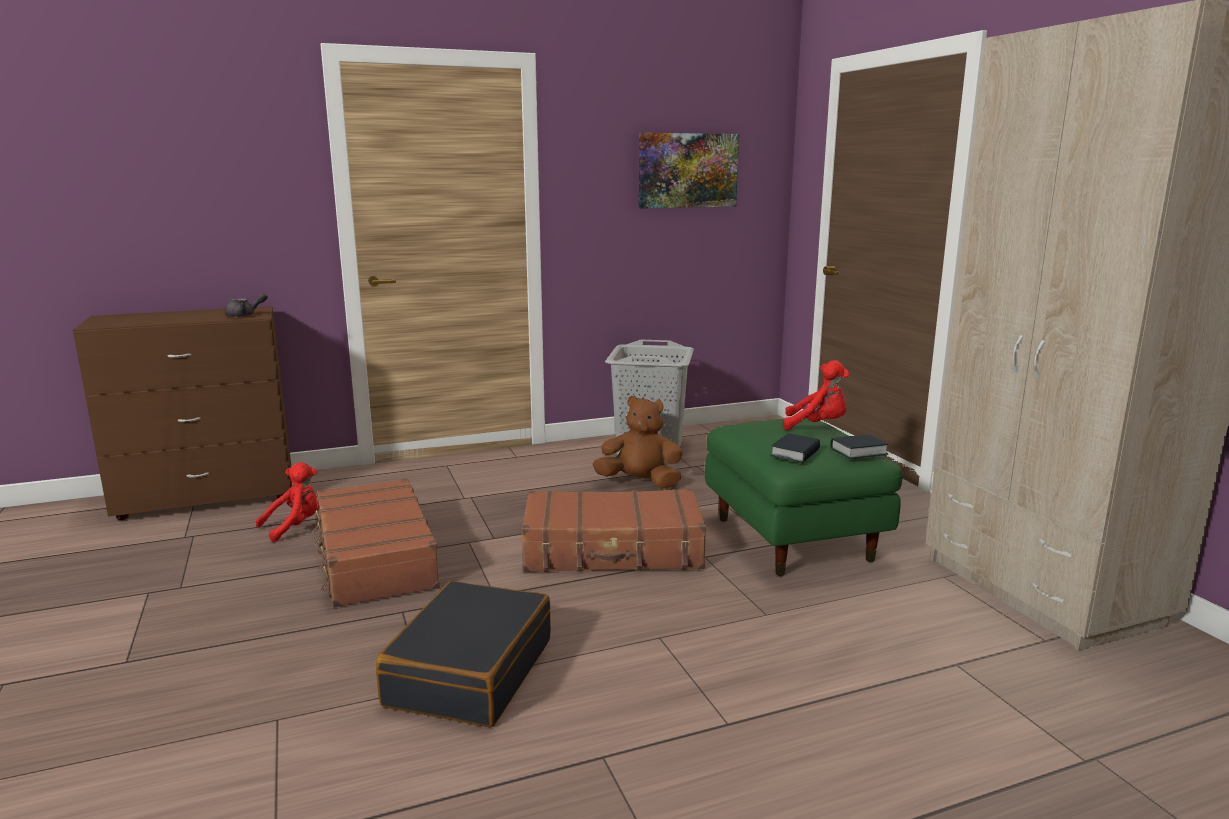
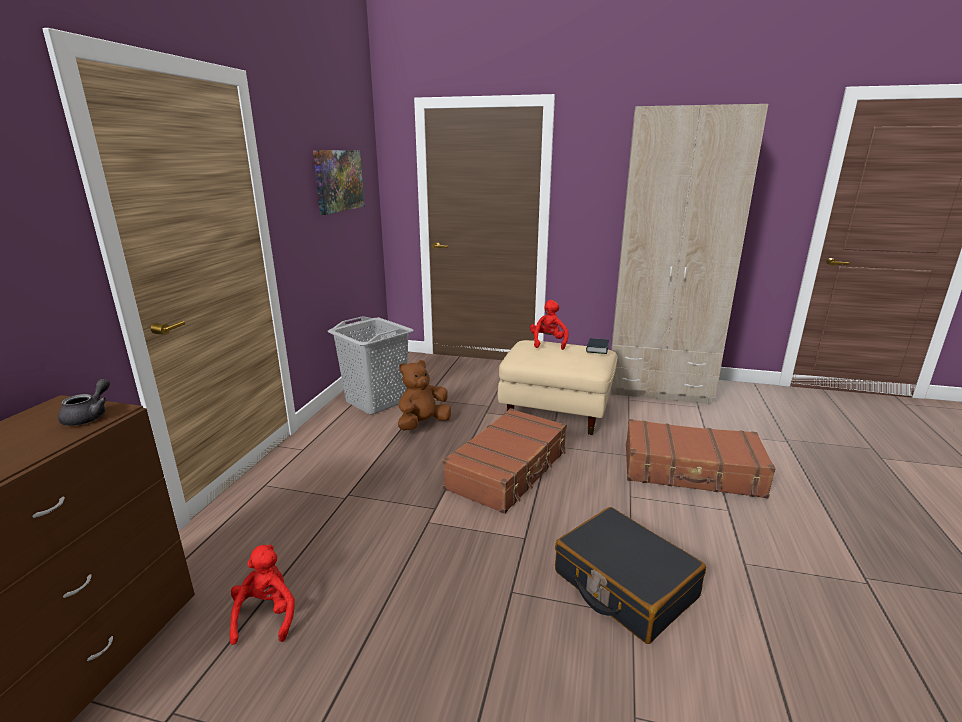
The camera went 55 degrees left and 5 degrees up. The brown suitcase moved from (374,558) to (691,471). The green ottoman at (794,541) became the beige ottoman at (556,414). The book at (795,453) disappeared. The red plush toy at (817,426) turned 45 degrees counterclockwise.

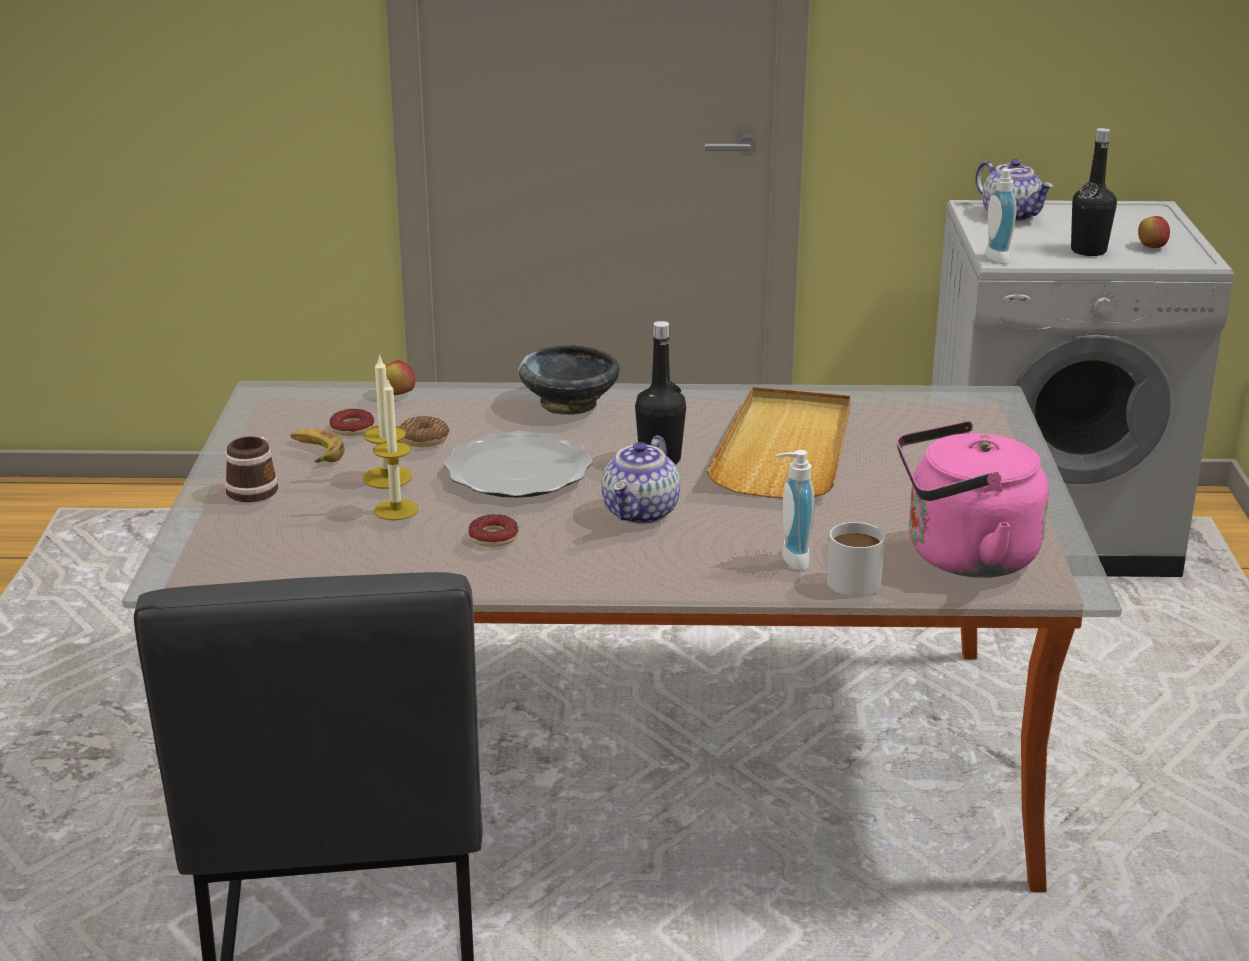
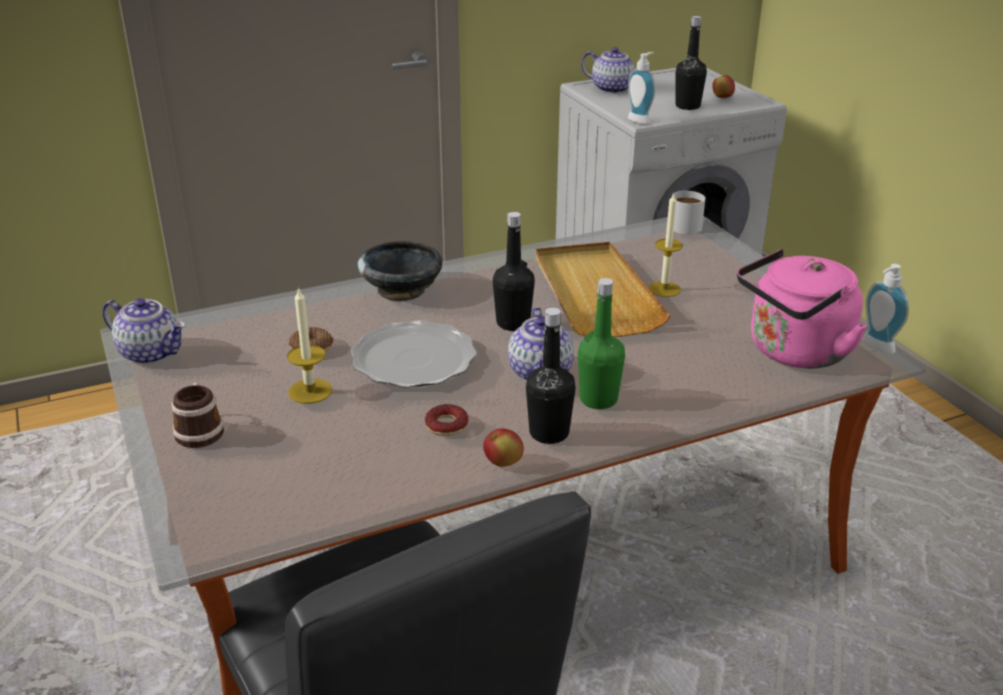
The camera went 25 degrees left and 5 degrees up. The banana at (316,452) disappeared. The donut at (352,428) disappeared. The candle moved from (396,510) to (664,289). The apple moved from (398,394) to (503,463). The soap dispenser moved from (790,560) to (875,347). The white mug moved from (860,577) to (686,224). The teapot at (151,353) appeared. The black bottle at (549,433) appeared. The green bottle at (598,399) appeared.

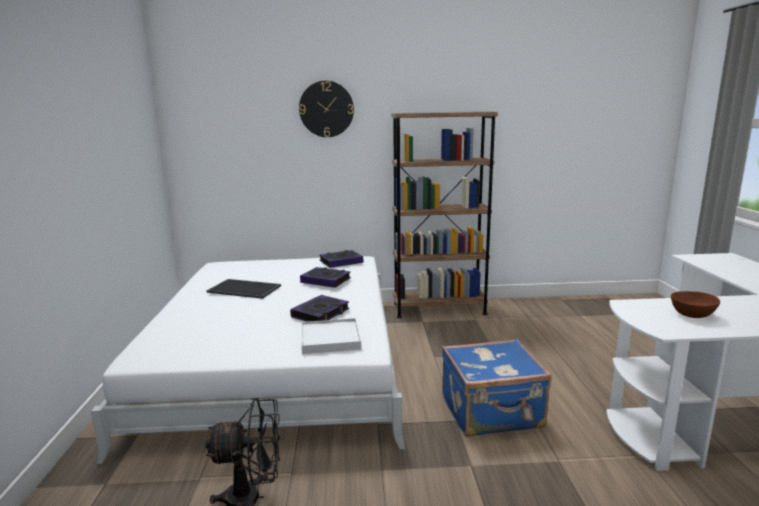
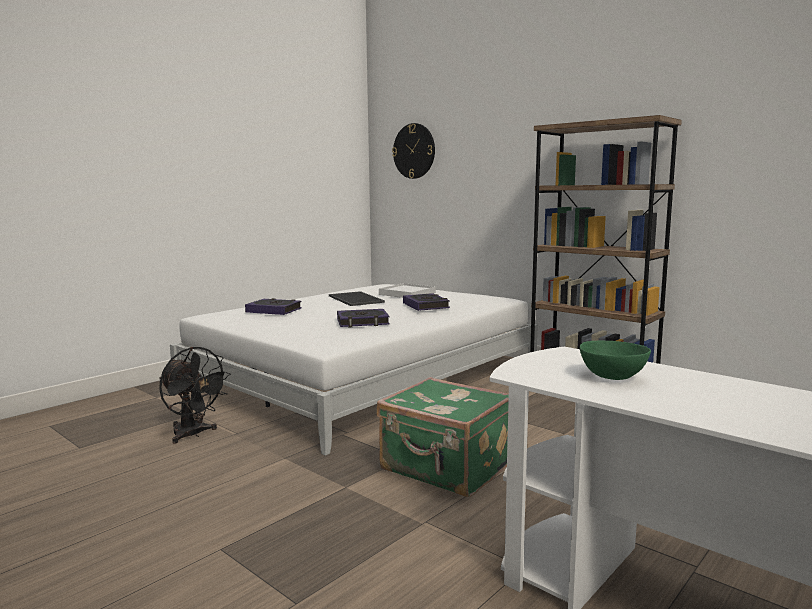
The camera went 45 degrees right and 5 degrees down. The wall clock moved from (326,109) to (414,151). The white tray moved from (330,339) to (407,293). The book moved from (341,262) to (274,310). The blue suitcase at (492,413) became the green suitcase at (446,468). The brown bowl at (693,315) became the green bowl at (613,377).

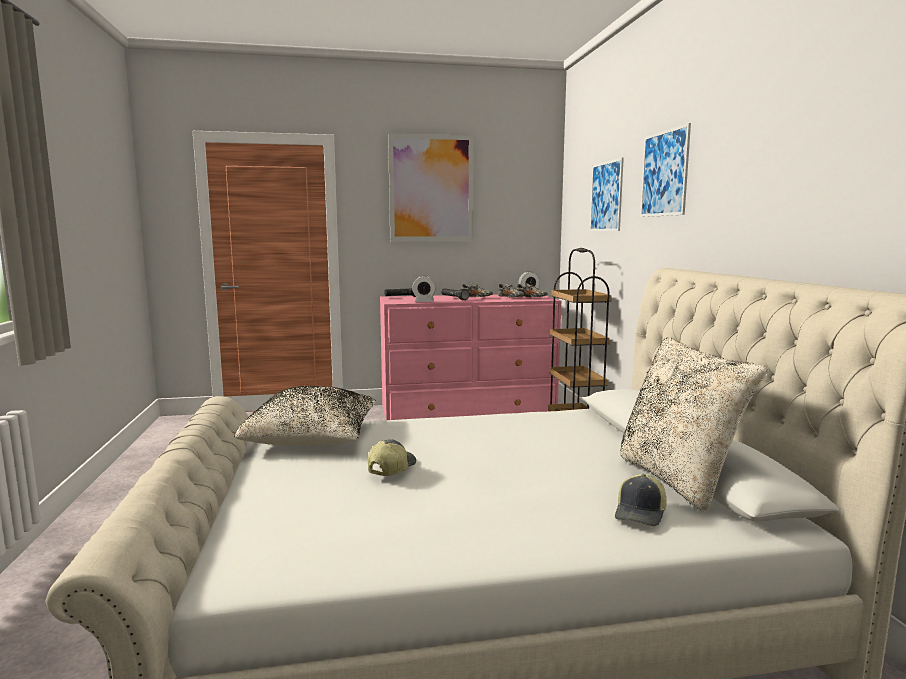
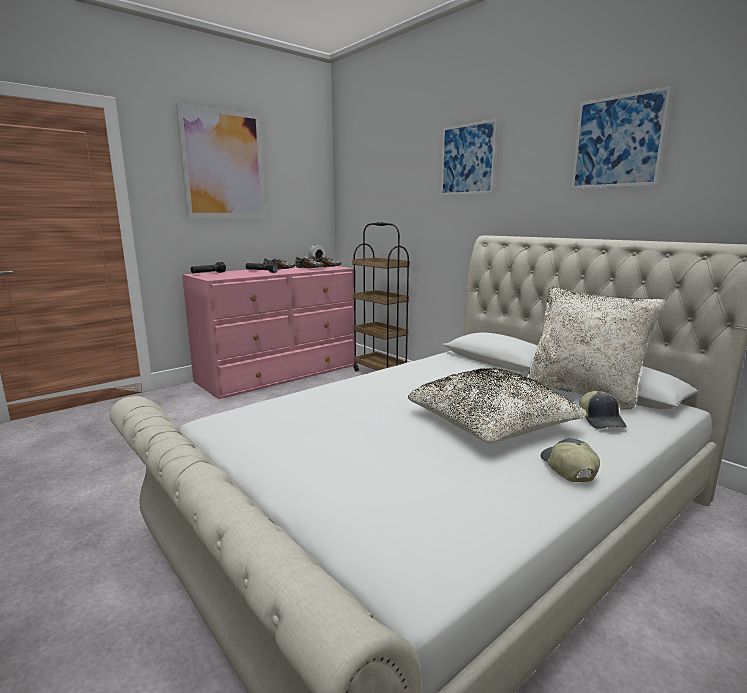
The camera went 30 degrees left and 5 degrees up. The beige pillow moved from (310,436) to (491,423). The cap moved from (391,467) to (567,469). The alarm clock at (424,302) disappeared. The picture moved from (606,196) to (617,142).

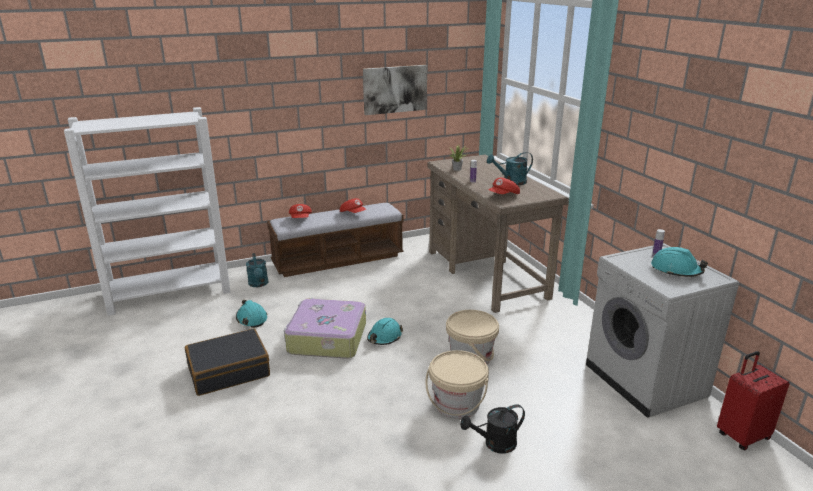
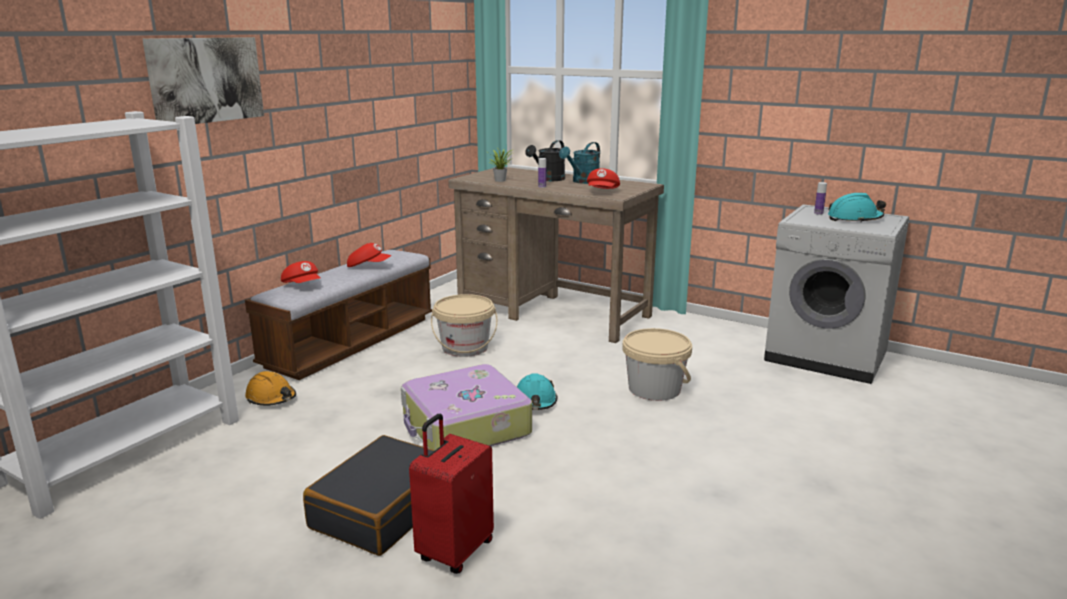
The camera went 35 degrees left and 5 degrees down. The turquoise hard hat at (251,319) disappeared. The turquoise watering can at (259,284) was replaced by the orange hard hat at (271,398). The picture moved from (395,89) to (205,80). The beige bucket moved from (457,404) to (465,348). The black watering can moved from (495,444) to (548,179). The red suitcase moved from (742,436) to (454,551).

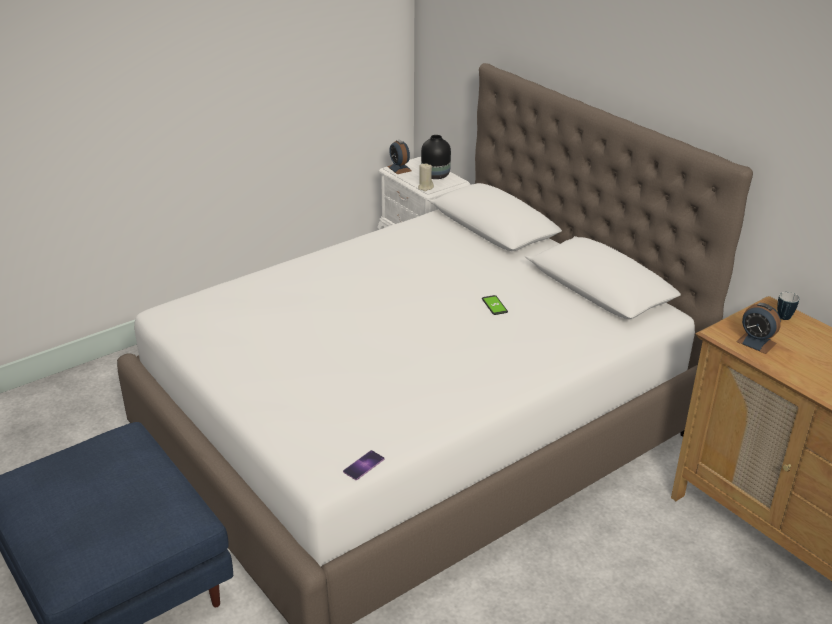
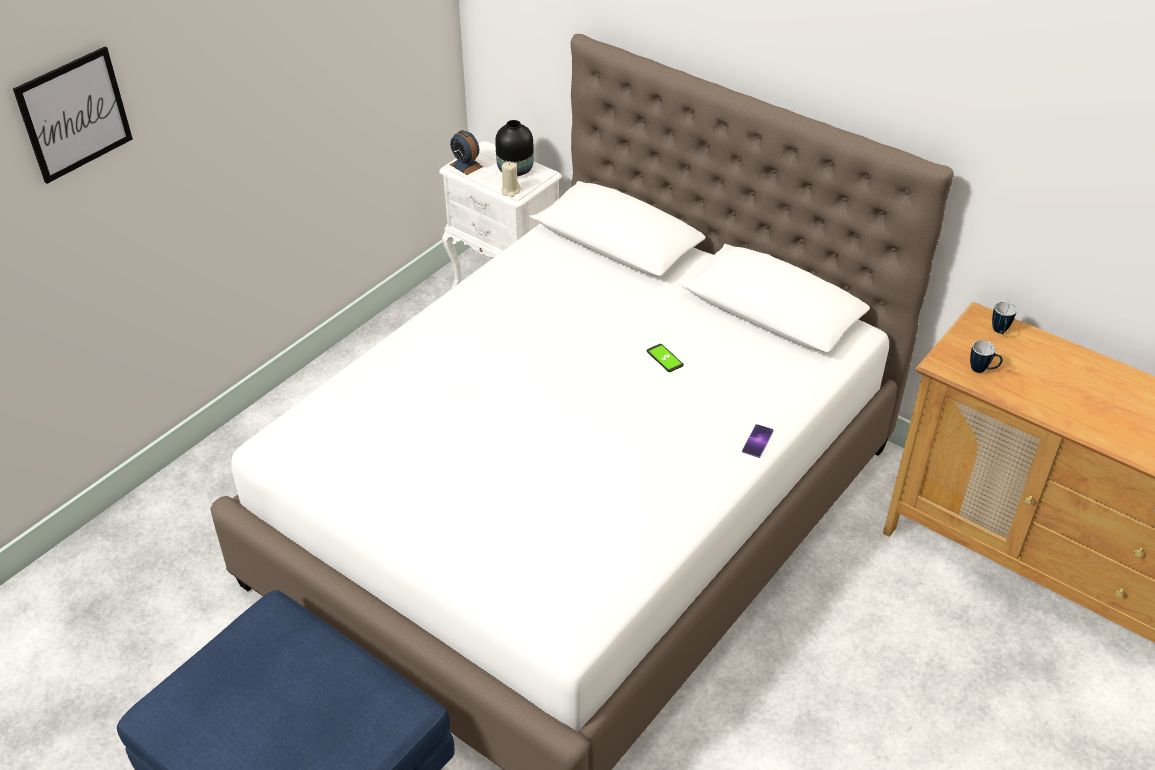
The camera went 15 degrees left and 10 degrees up. The phone moved from (363,465) to (757,441). The alarm clock at (756,342) was replaced by the mug at (982,370). The picture at (74,114) appeared.

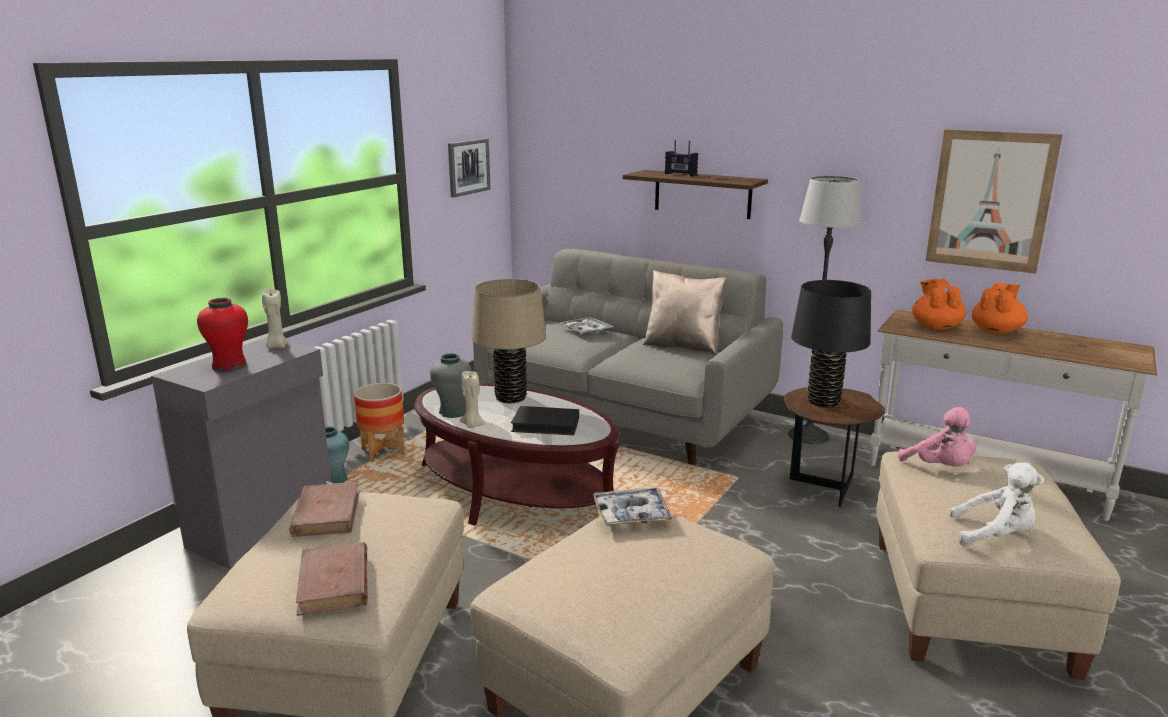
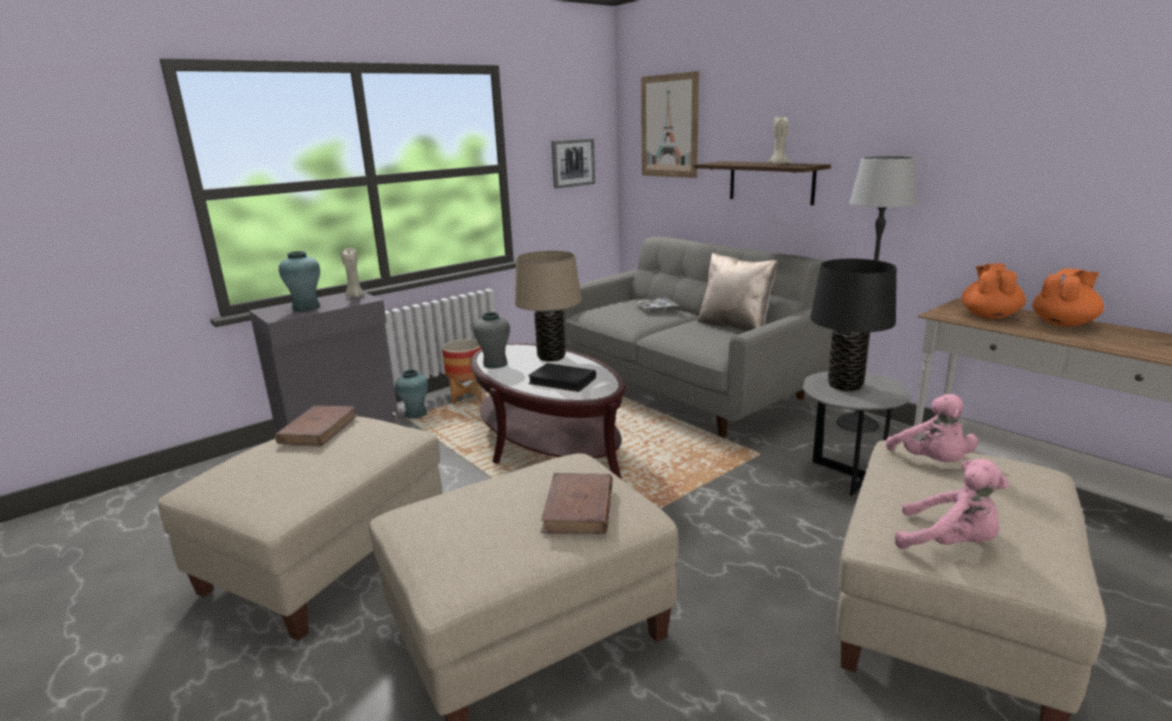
The camera went 20 degrees right and 0 degrees up. The red vase at (229,366) became the turquoise vase at (306,307). The brown book moved from (334,583) to (579,508). The beige candle moved from (472,425) to (778,164). The tray at (631,514) disappeared. The radio at (680,174) disappeared. The brown side table at (824,487) became the grey side table at (845,474). The picture moved from (990,200) to (669,126). The white plush toy at (994,535) became the pink plush toy at (949,543).

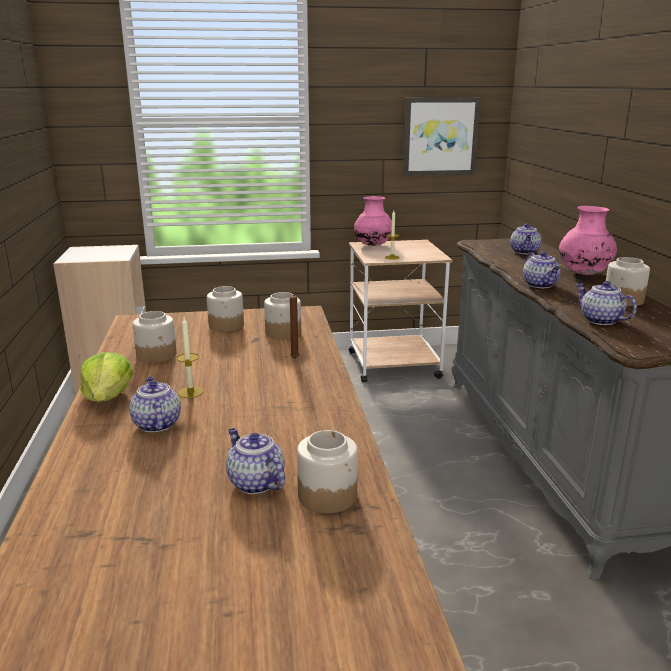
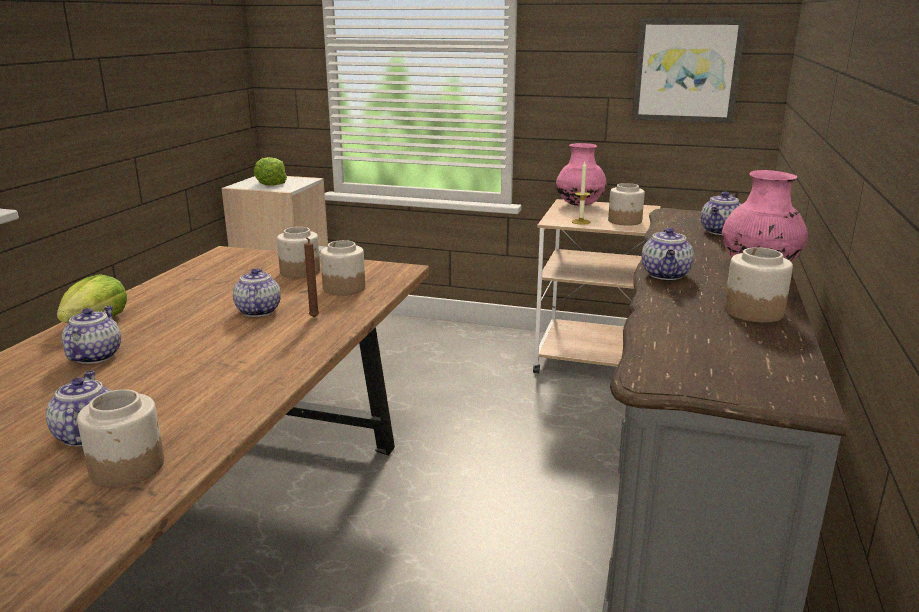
The camera went 25 degrees right and 0 degrees up. The jar moved from (157,355) to (625,221). The candle at (190,392) disappeared. The teapot moved from (600,320) to (258,311). The lettuce at (270,183) appeared.

